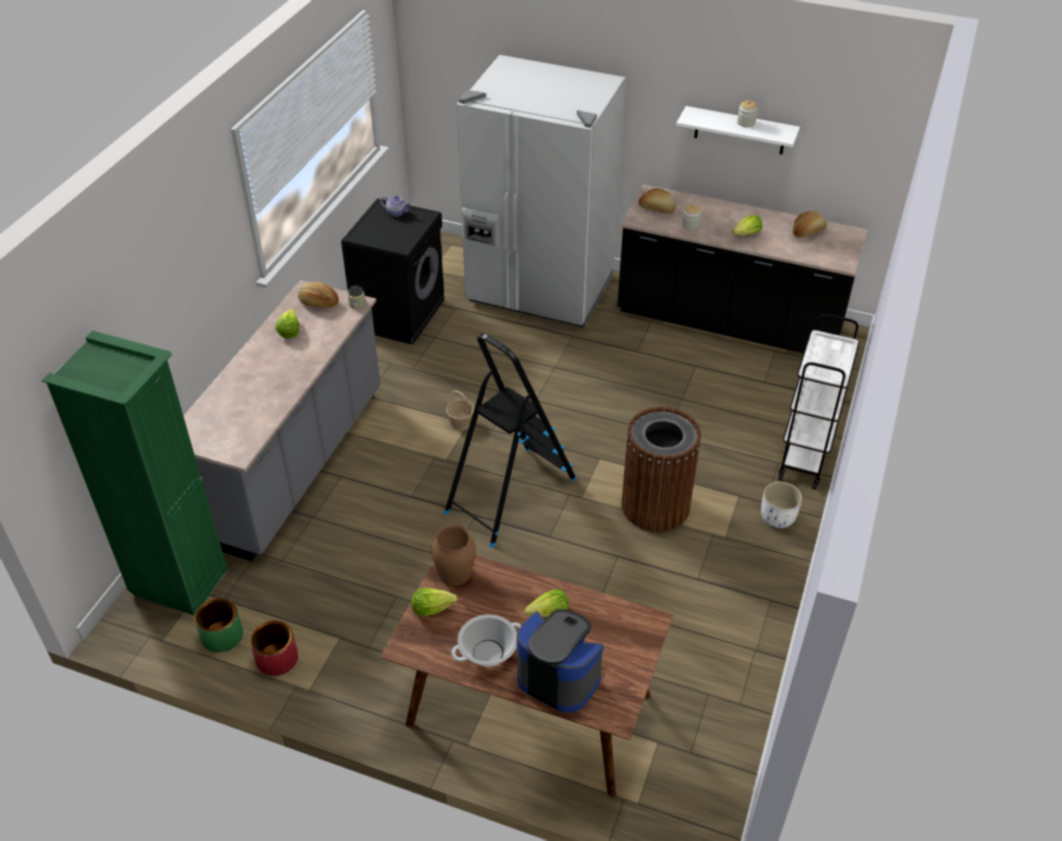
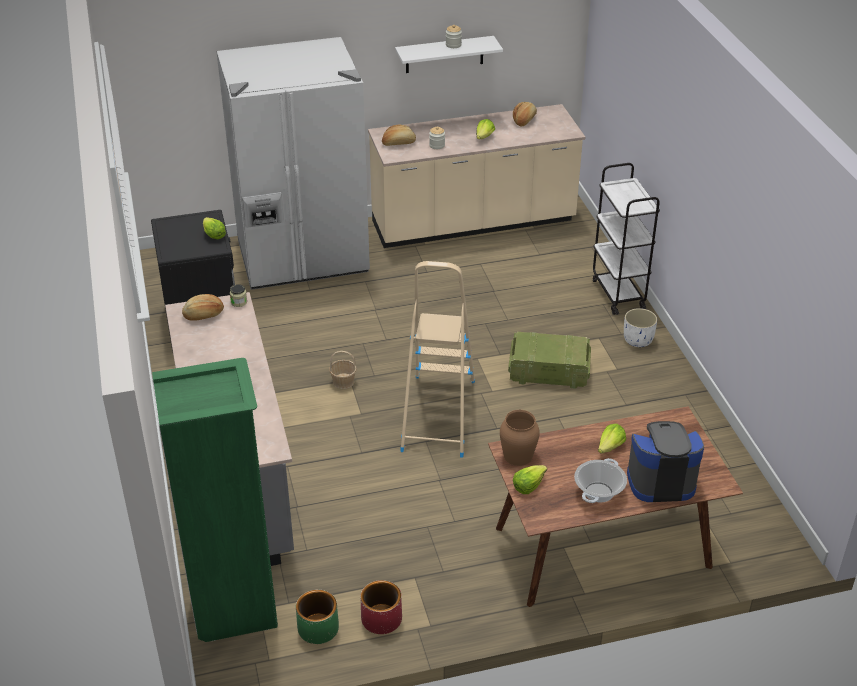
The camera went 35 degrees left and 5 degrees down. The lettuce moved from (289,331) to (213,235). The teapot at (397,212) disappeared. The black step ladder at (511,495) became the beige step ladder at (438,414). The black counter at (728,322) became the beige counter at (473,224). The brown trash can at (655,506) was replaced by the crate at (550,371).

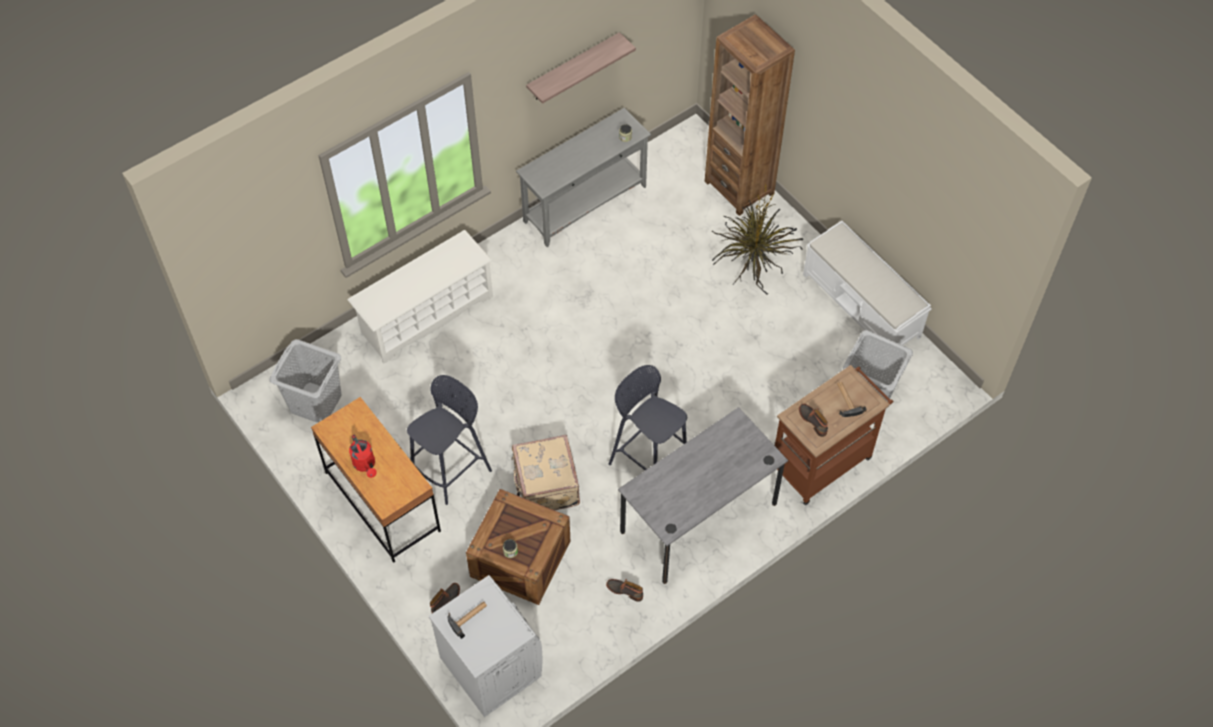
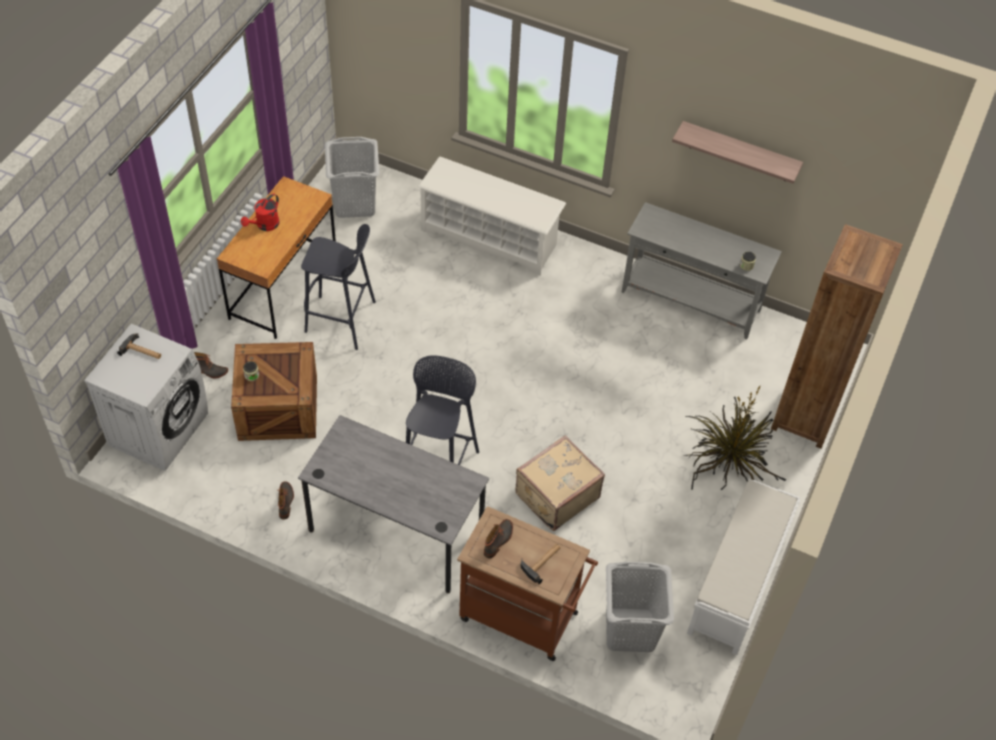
The camera went 60 degrees right and 5 degrees down. The beige suitcase moved from (545,486) to (556,495).

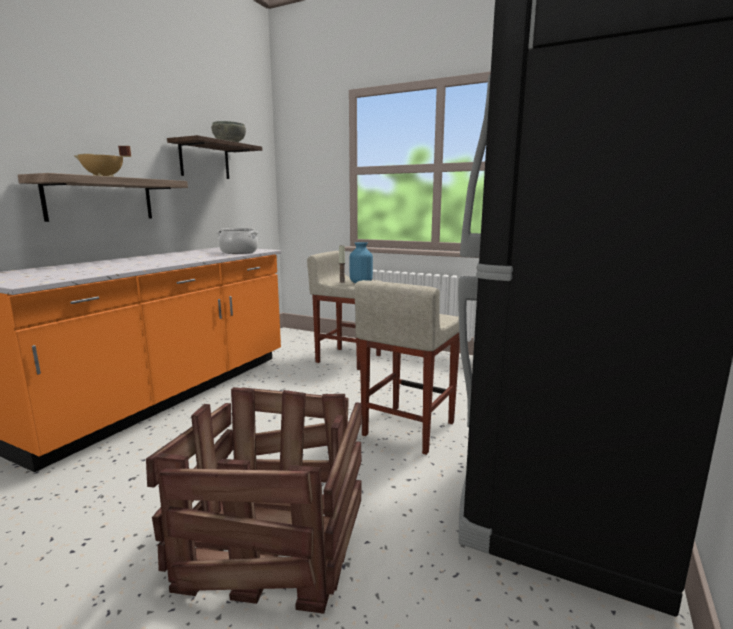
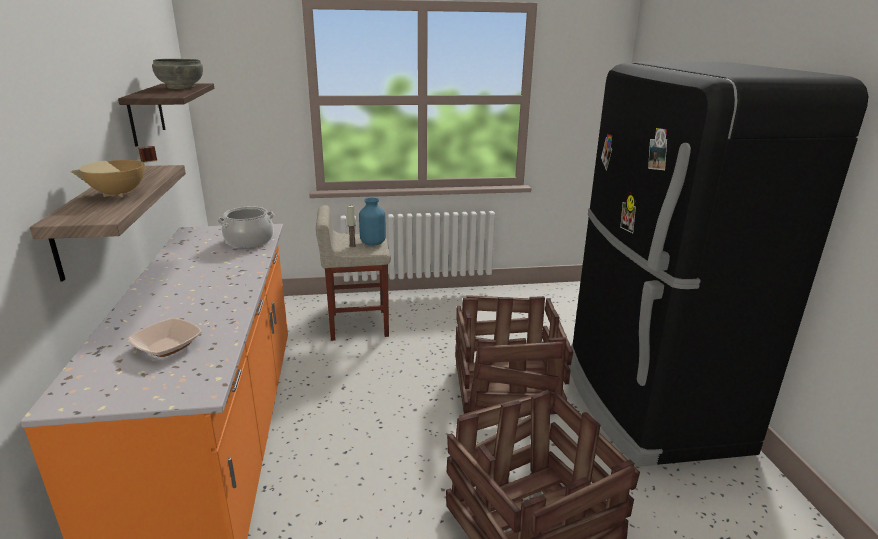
The camera went 35 degrees left and 10 degrees up. The beige stool at (408,429) was replaced by the crate at (504,388). The bowl at (167,346) appeared.

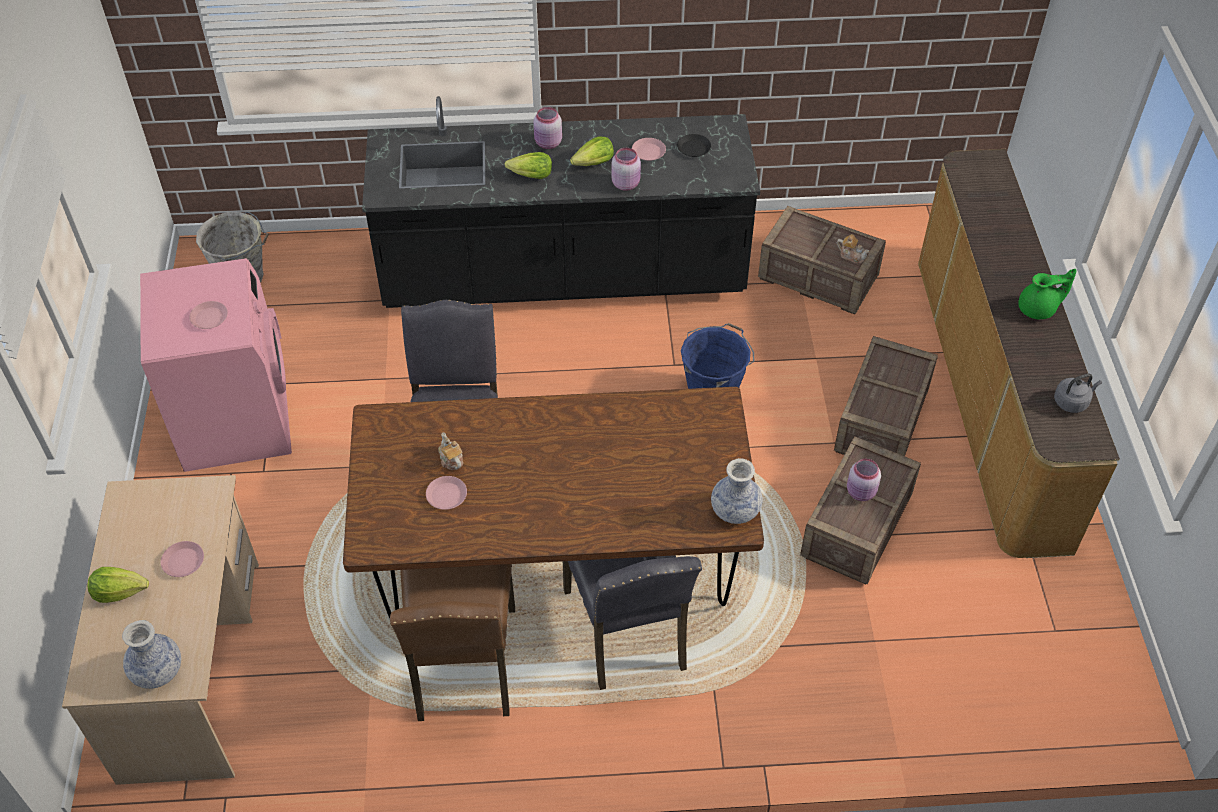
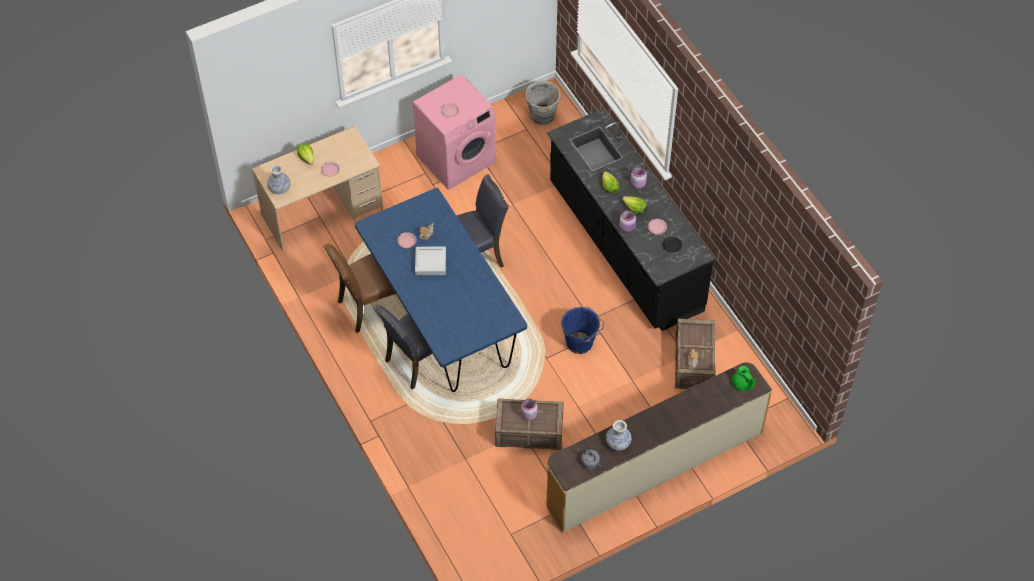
The camera went 65 degrees right and 5 degrees up. The brown dining table at (555,565) became the blue dining table at (441,318). The vase moved from (735,510) to (618,443). The crate at (882,421) disappeared. The green teapot moved from (1038,309) to (742,384). The grey tray at (430,263) appeared.

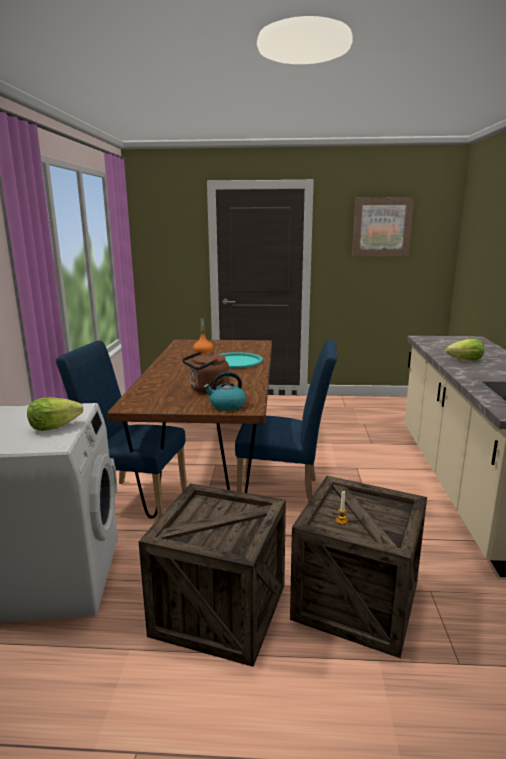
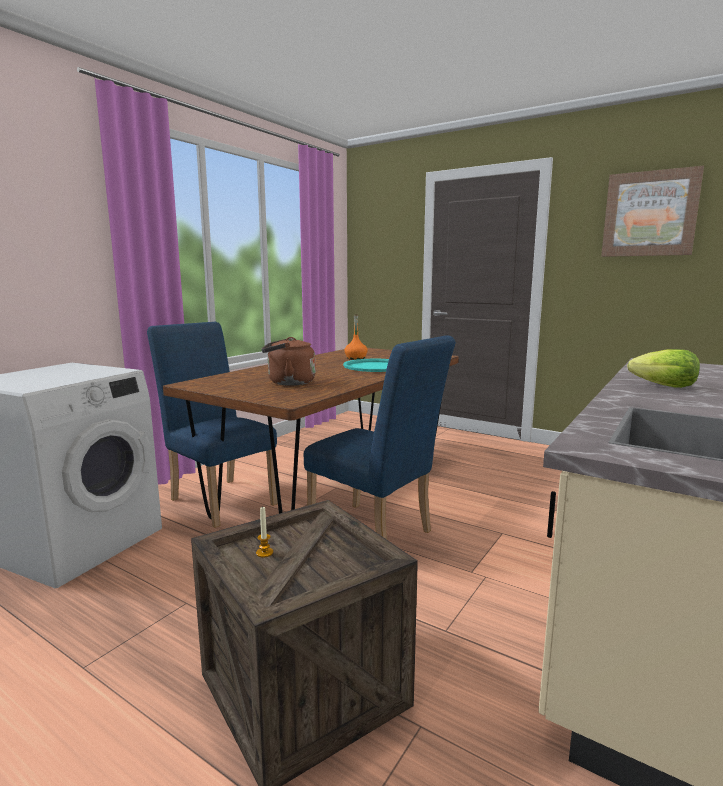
The camera went 30 degrees right and 5 degrees down. The lettuce at (54,427) disappeared. The crate at (220,609) disappeared. The kettle at (226,405) disappeared.

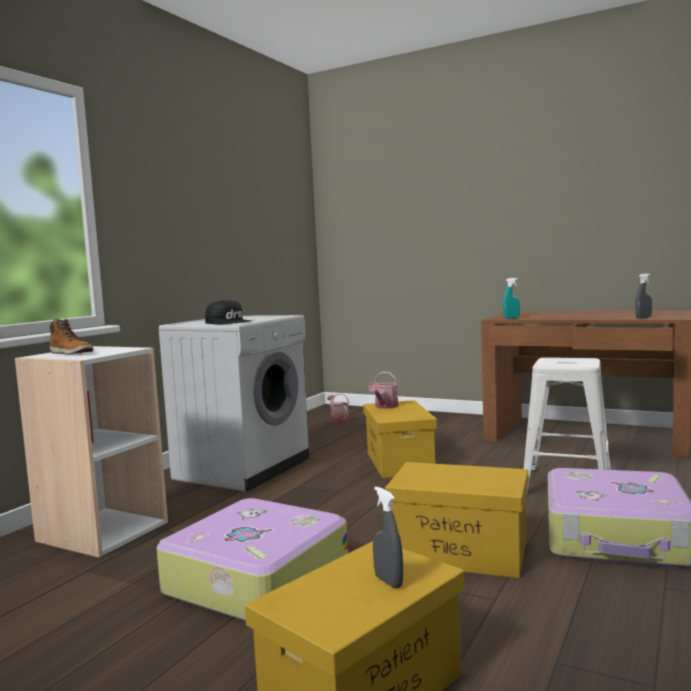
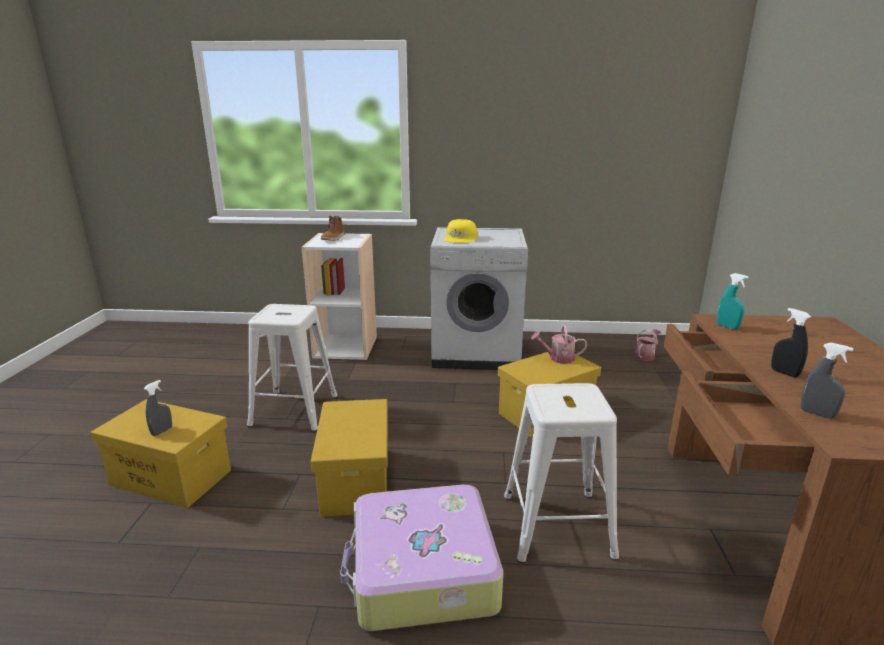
The camera went 65 degrees right and 15 degrees up. The suitcase at (254,580) was replaced by the white stool at (294,410). The black cap at (229,322) became the yellow cap at (461,238). The black spray bottle at (784,373) appeared.

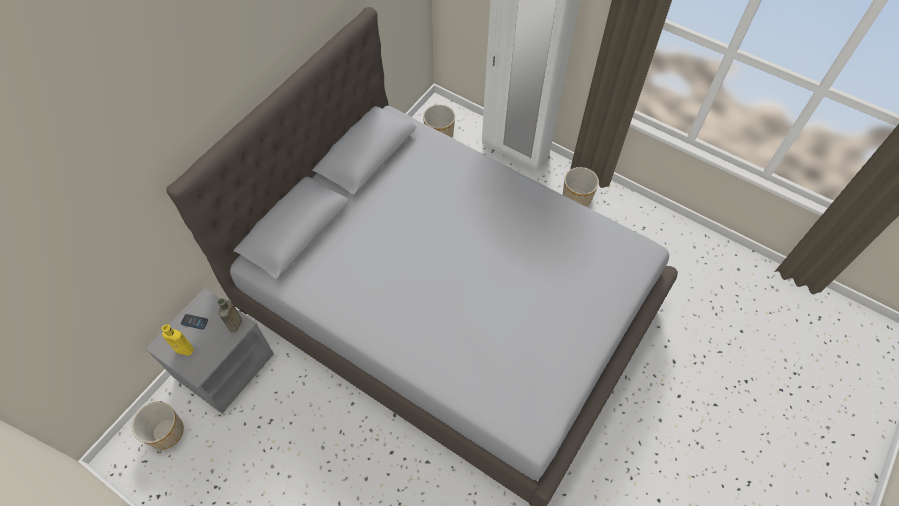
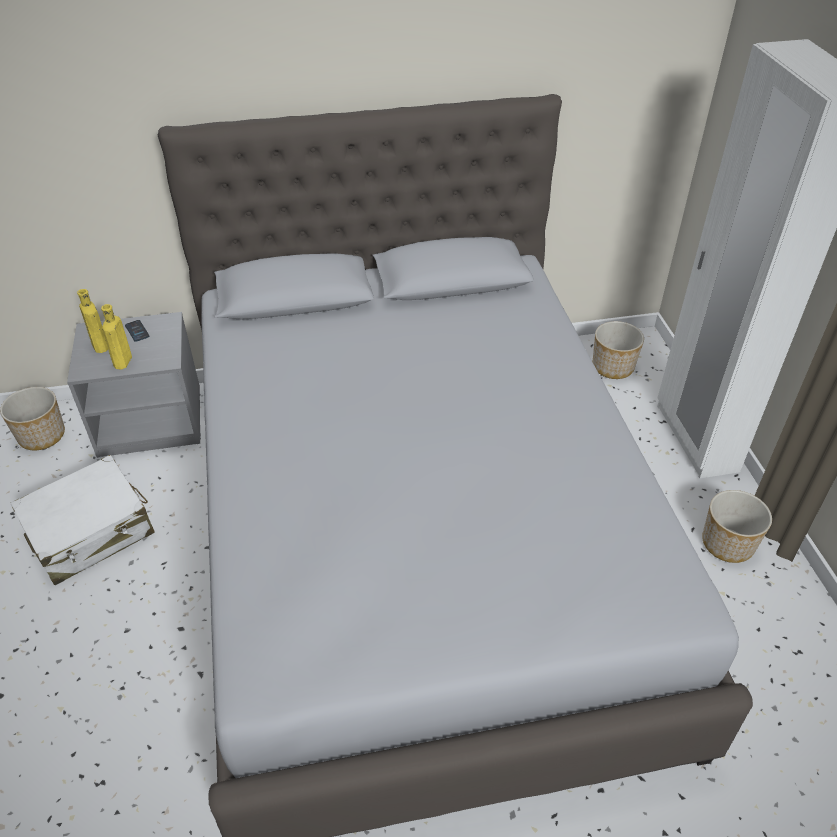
The camera went 45 degrees right and 15 degrees down. The brown bottle at (235,325) disappeared. The white suitcase at (90,531) appeared. The yellow bottle at (122,362) appeared.

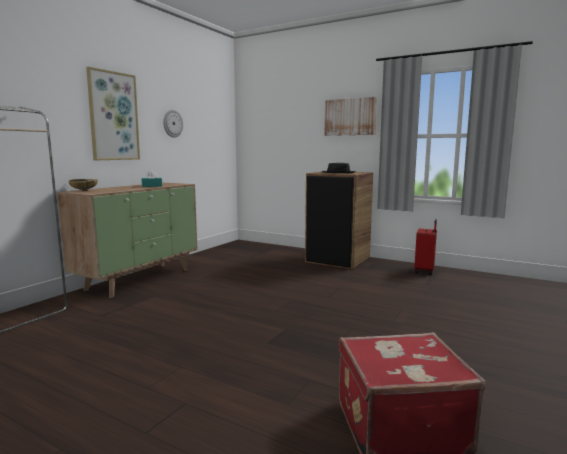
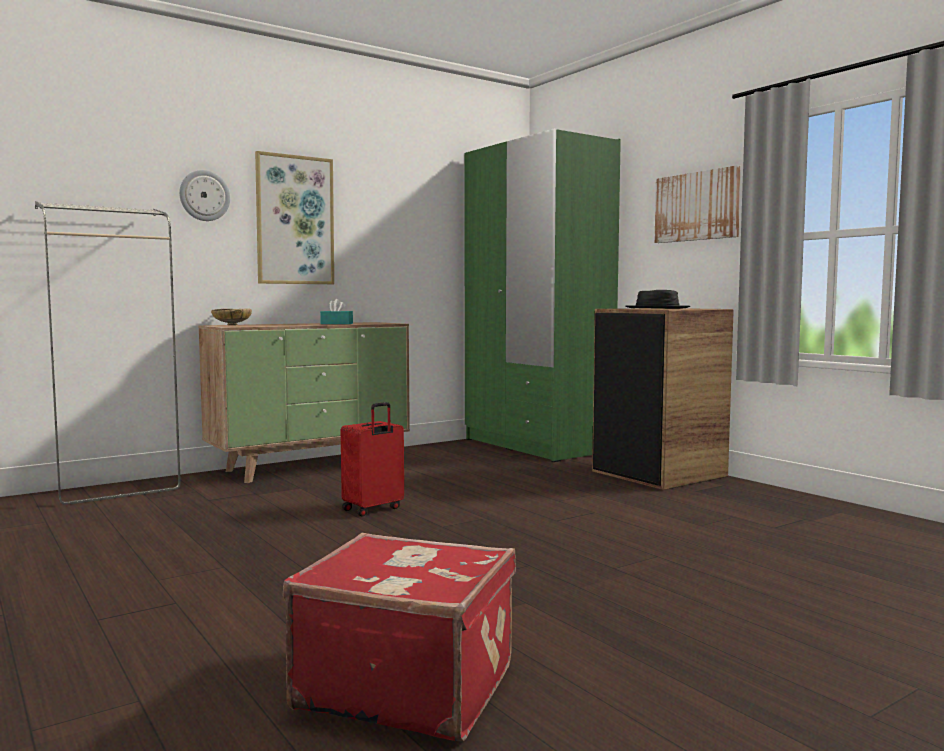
The camera went 25 degrees right and 5 degrees down. The wall clock moved from (172,123) to (204,195). The red suitcase moved from (425,271) to (373,509). The green wardrobe at (536,445) appeared.

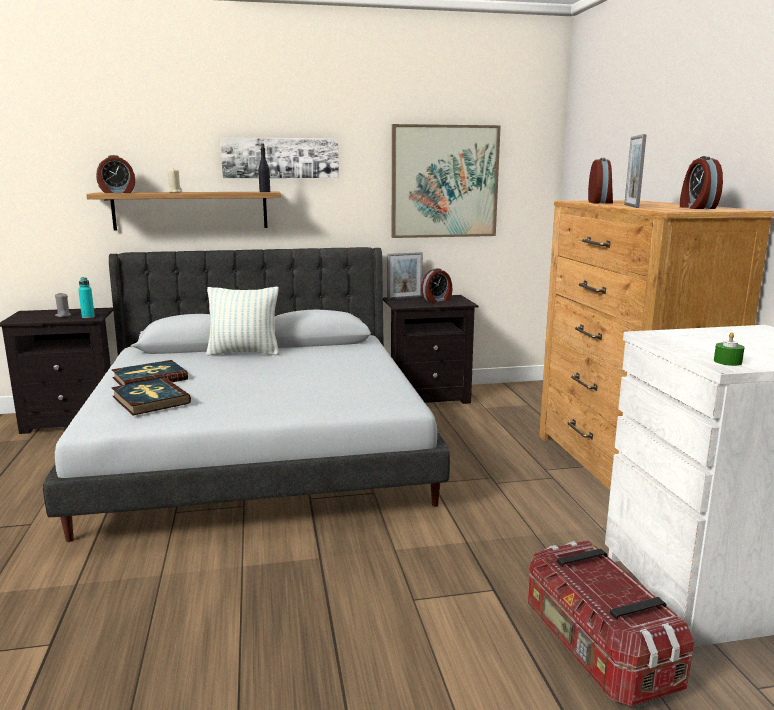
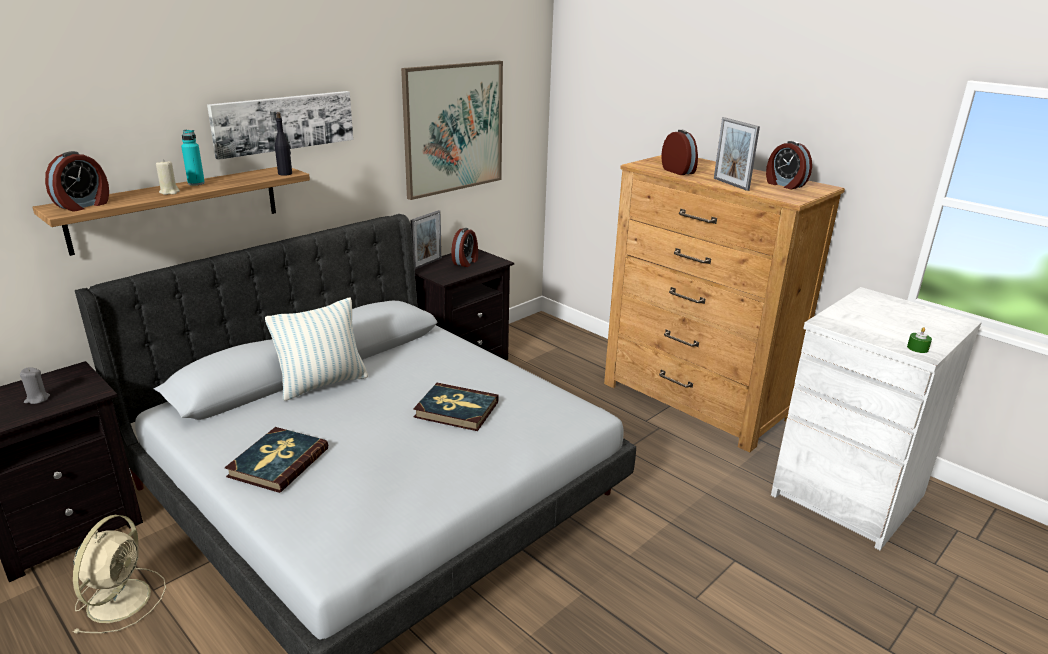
The camera went 35 degrees left and 10 degrees up. The turquoise bottle moved from (88,317) to (196,183). The book moved from (150,400) to (456,410). The storage box at (596,649) disappeared. The beige fan at (120,598) appeared.

